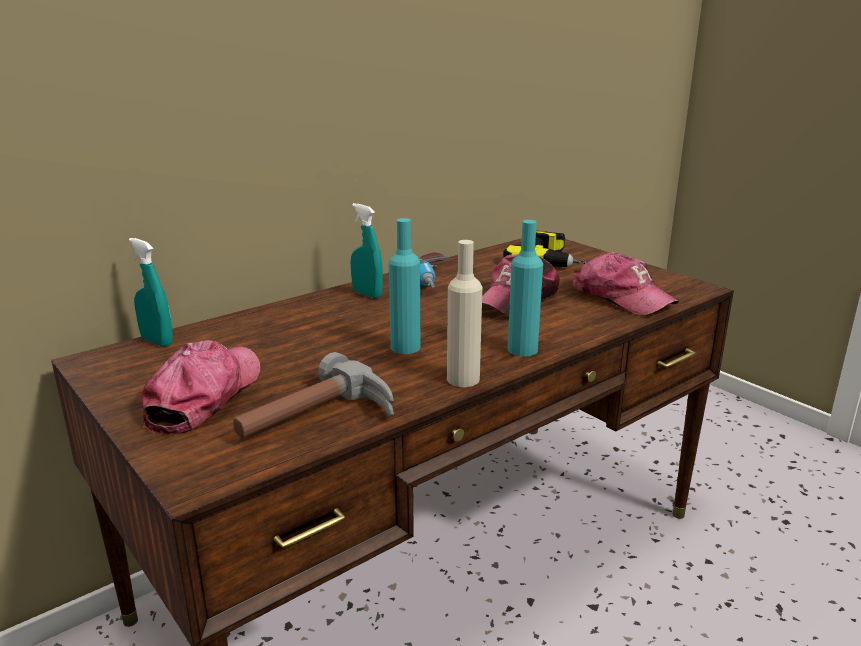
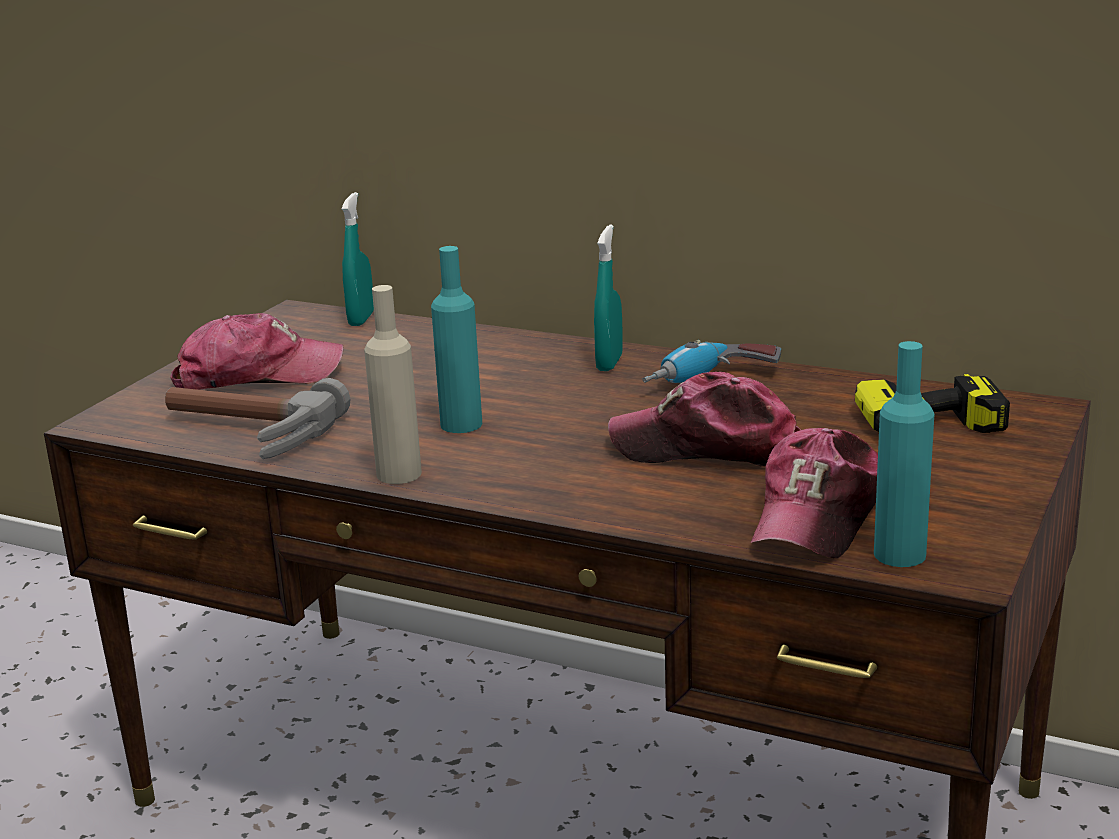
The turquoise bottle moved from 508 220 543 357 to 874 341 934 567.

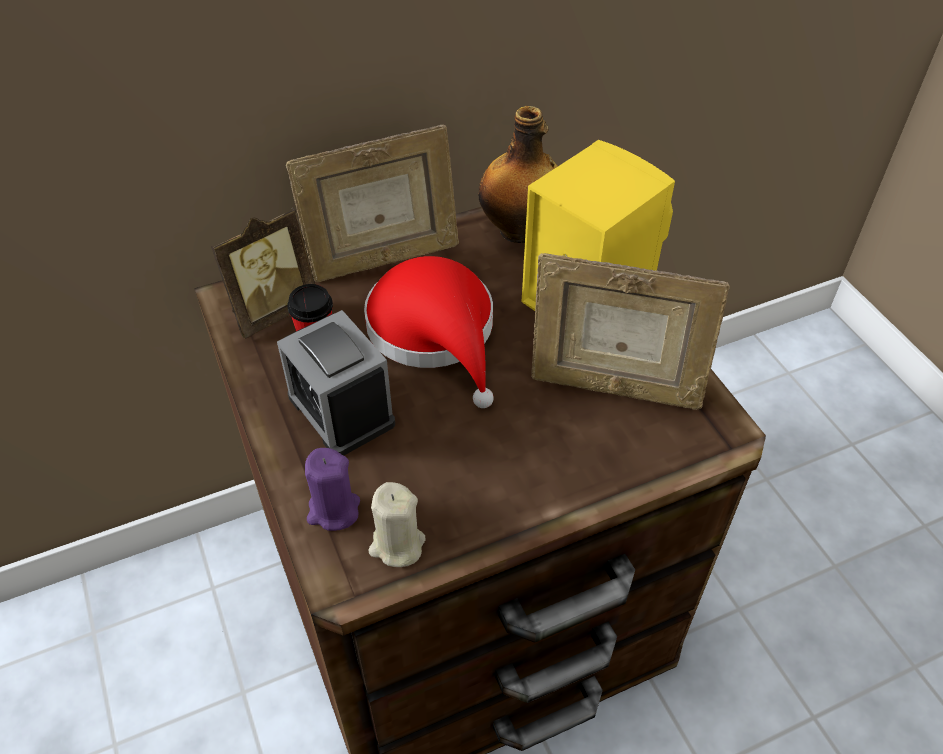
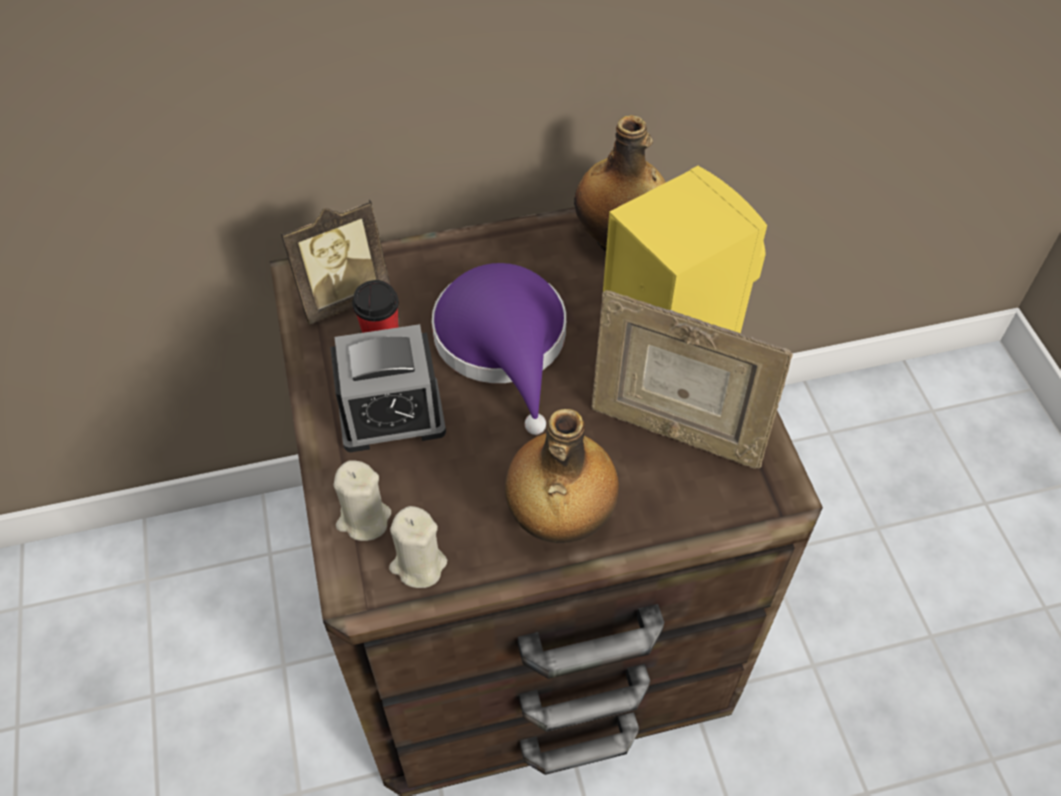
The alarm clock at 277 310 395 456 turned 75 degrees counterclockwise.
The purple candle at 305 448 360 531 became the beige candle at 334 460 391 541.
The red hat at 364 256 494 408 became the purple hat at 432 263 566 435.
The bottle at 505 409 619 544 appeared.
The picture frame at 286 125 459 282 disappeared.

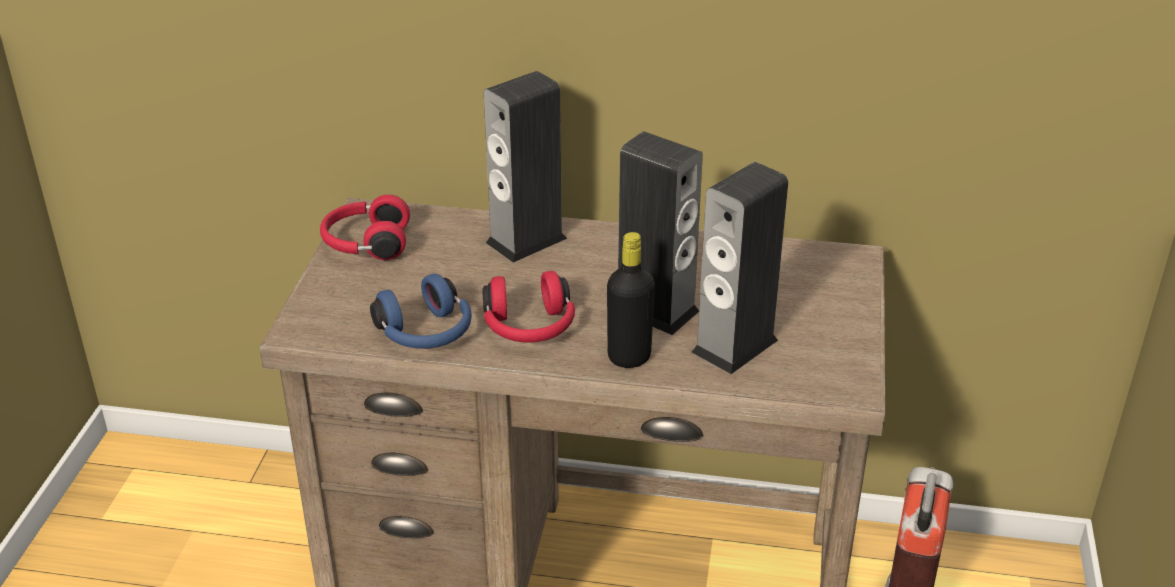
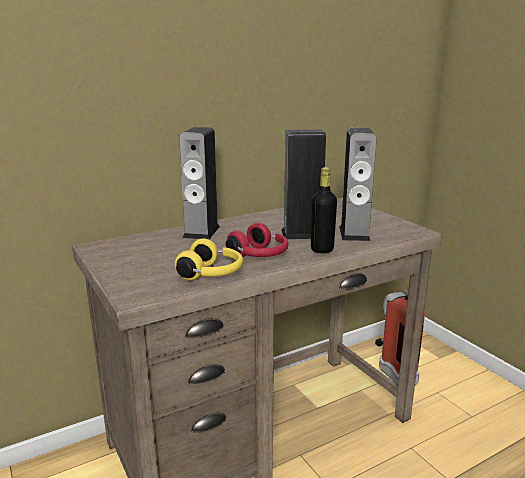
The blue headphones at 370 274 472 349 became the yellow headphones at 175 239 243 280.
The red headphones at 320 195 410 260 disappeared.

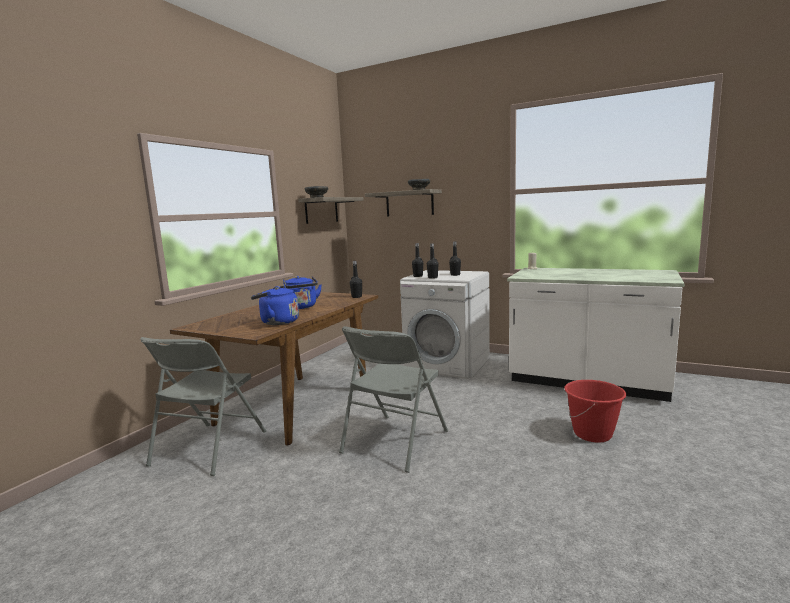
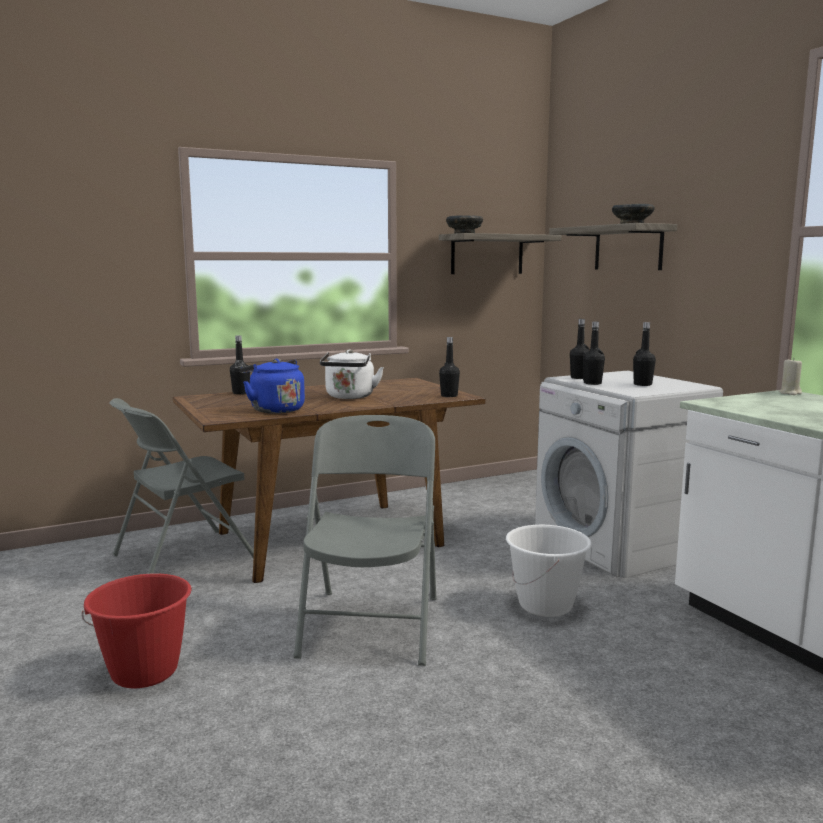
The red bucket moved from 564 380 626 443 to 82 573 192 688.
The black bottle at 230 335 250 394 appeared.
The grey chair at 339 326 448 473 turned 120 degrees clockwise.
The blue kettle at 283 276 322 309 became the white kettle at 320 349 384 399.
The white bucket at 506 525 592 617 appeared.

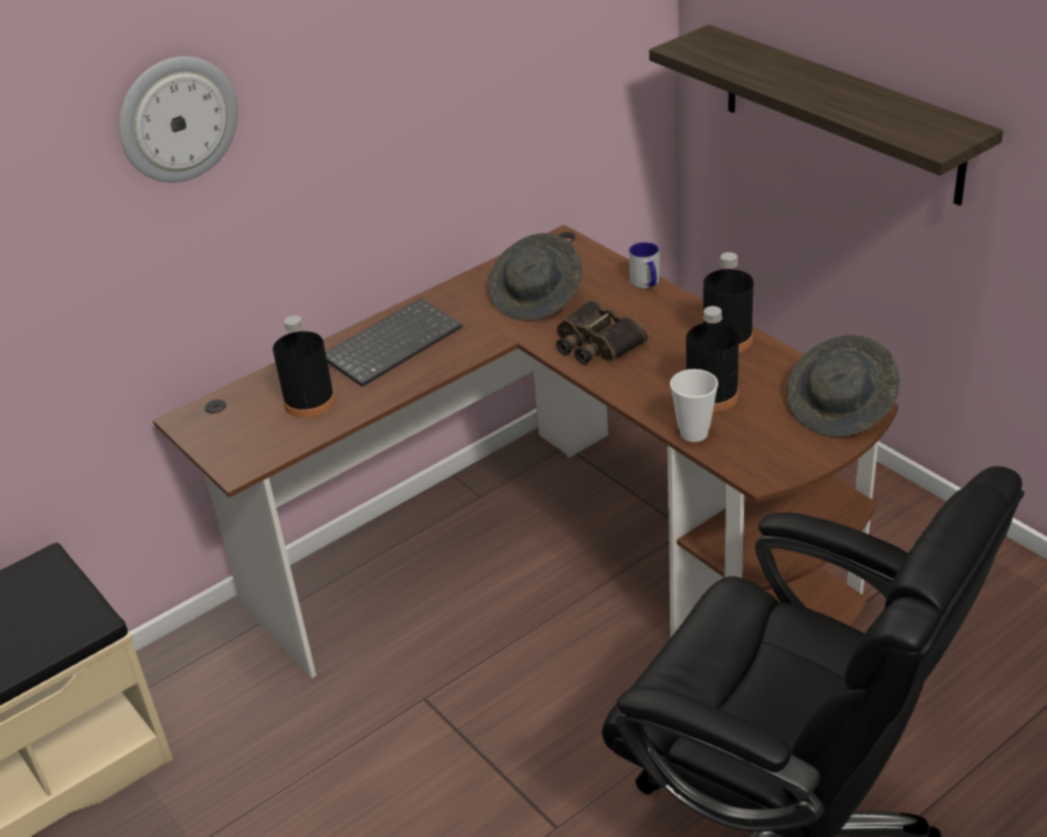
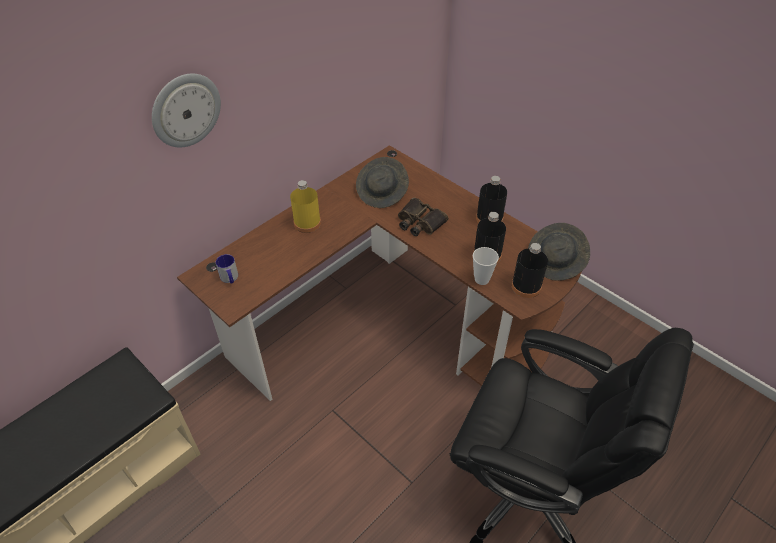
The mug moved from 629 242 659 288 to 216 254 238 283.
The keyboard at 325 298 462 387 was replaced by the yellow bottle at 290 180 321 233.
The black bottle moved from 273 315 336 418 to 511 243 548 298.
The shelf at 649 25 1003 206 disappeared.

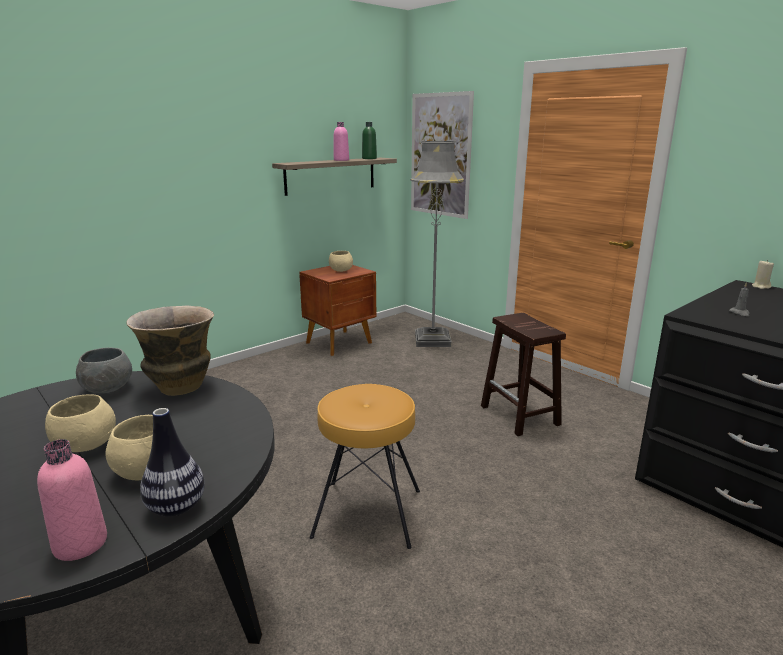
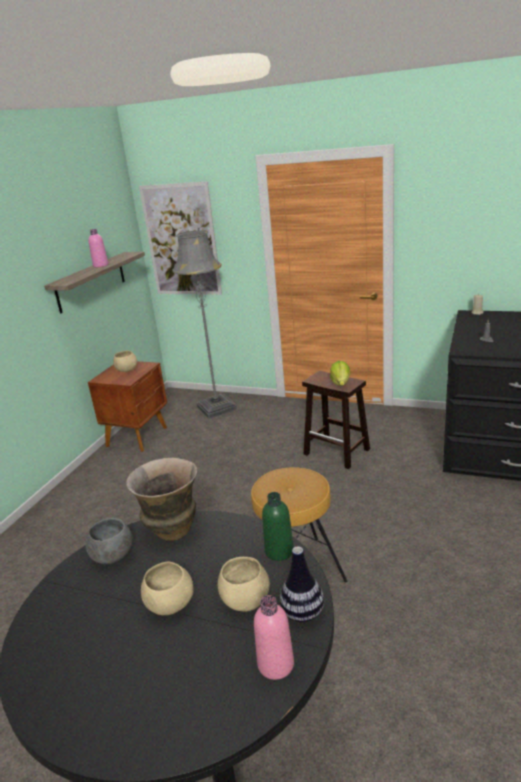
The green bottle moved from 362 122 377 159 to 262 492 294 561.
The lettuce at 330 361 350 386 appeared.

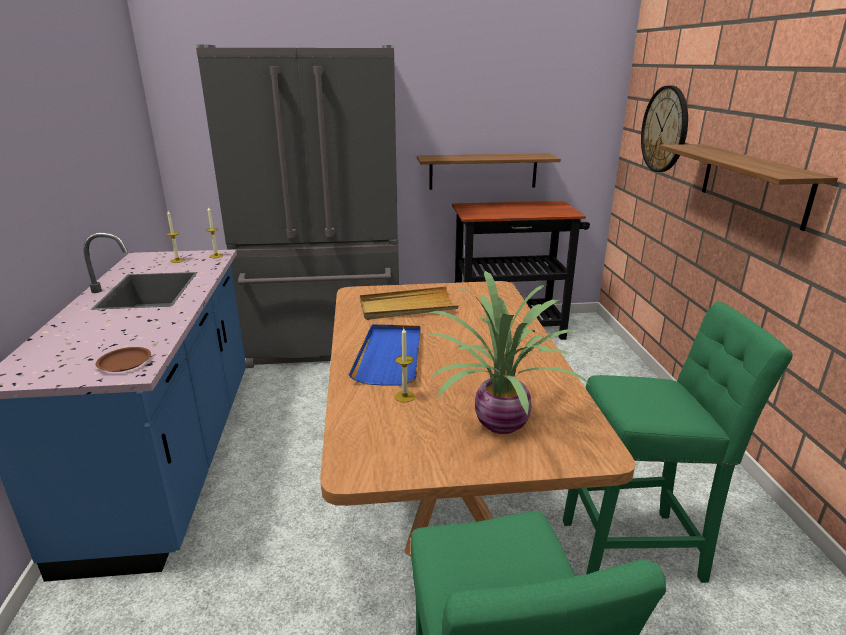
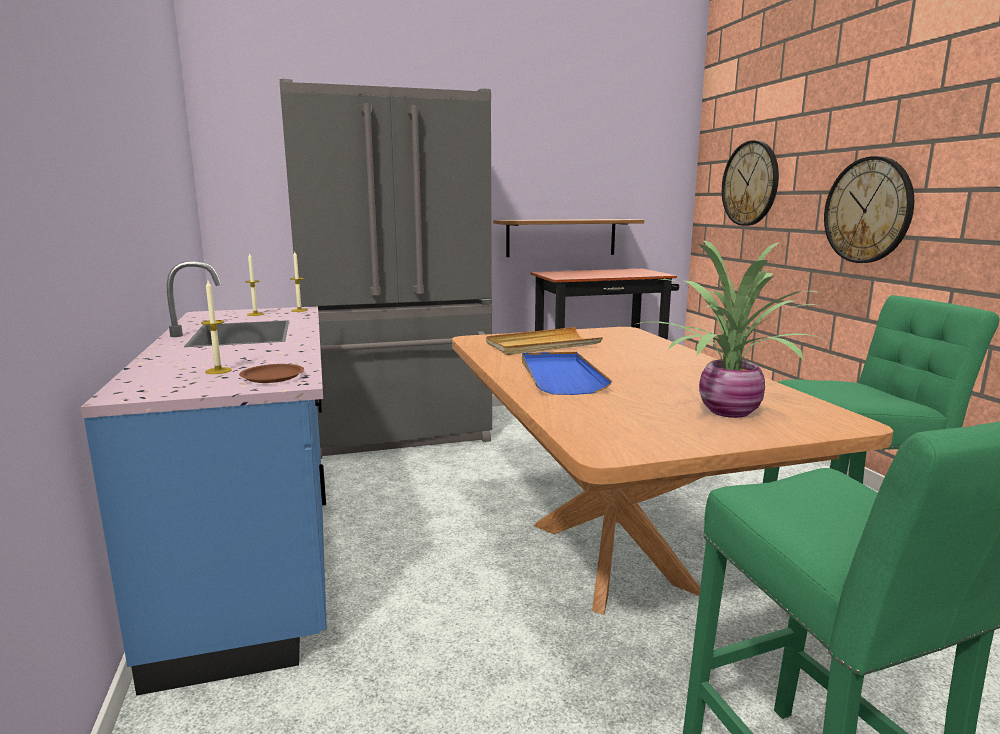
The candle moved from 395 328 415 402 to 201 280 232 374.
The shelf at 660 144 838 231 was replaced by the wall clock at 824 156 914 263.

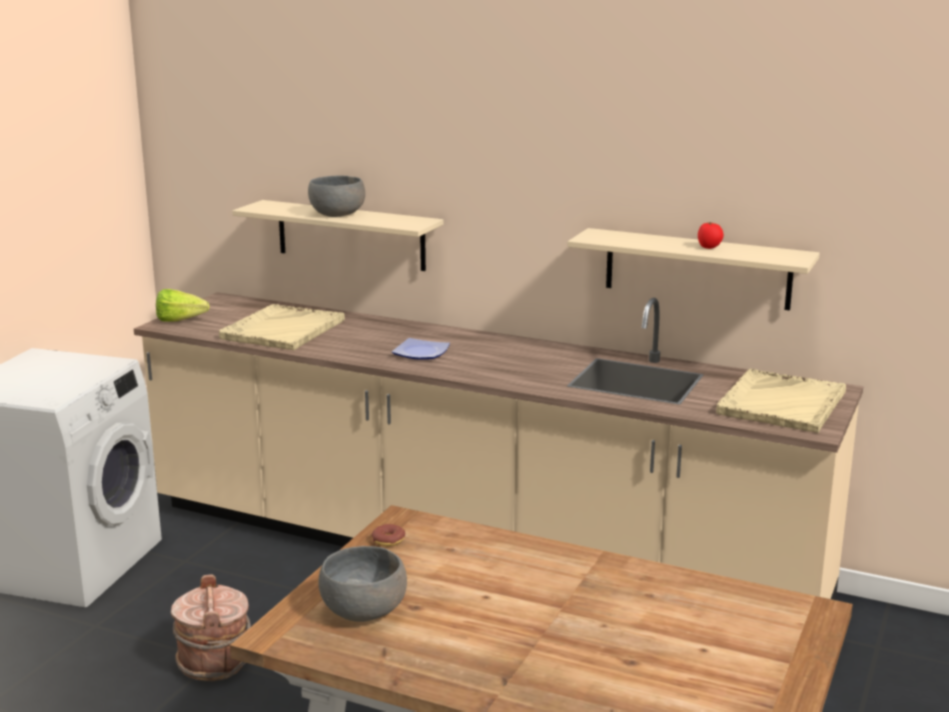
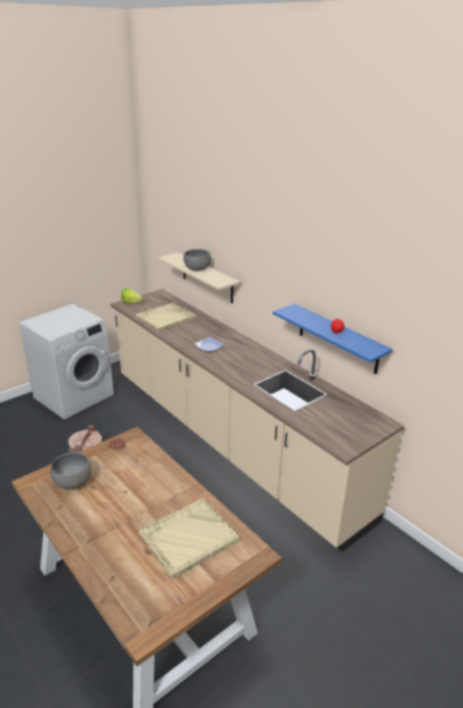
The beige tray moved from 716 369 846 433 to 139 499 240 579.
The beige shelf at 568 228 820 311 became the blue shelf at 273 304 393 374.

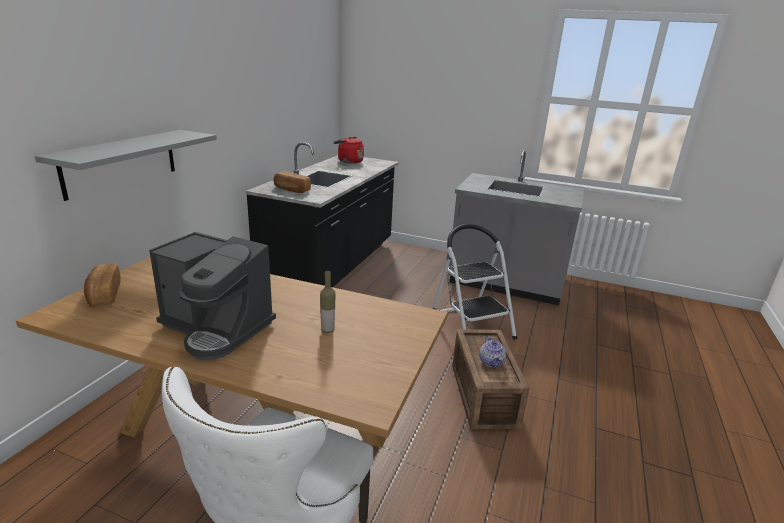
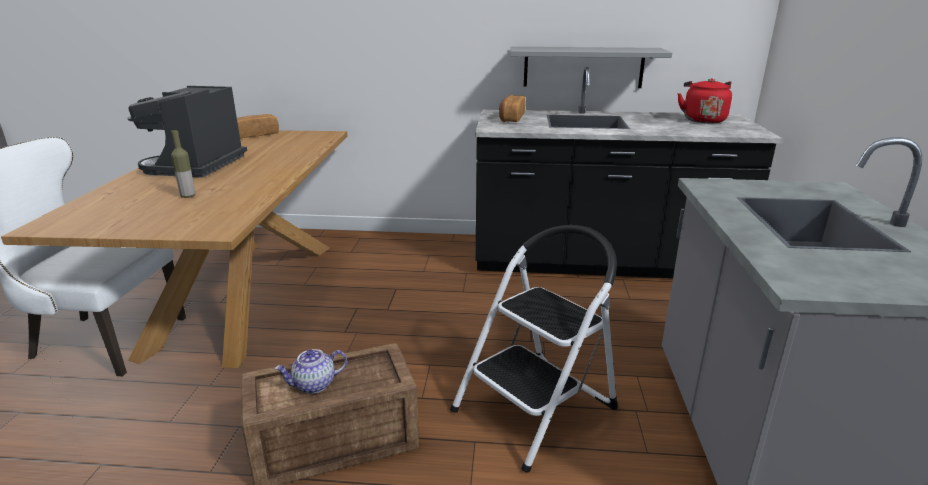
The grey shelf moved from 35 130 217 201 to 510 47 672 88.

